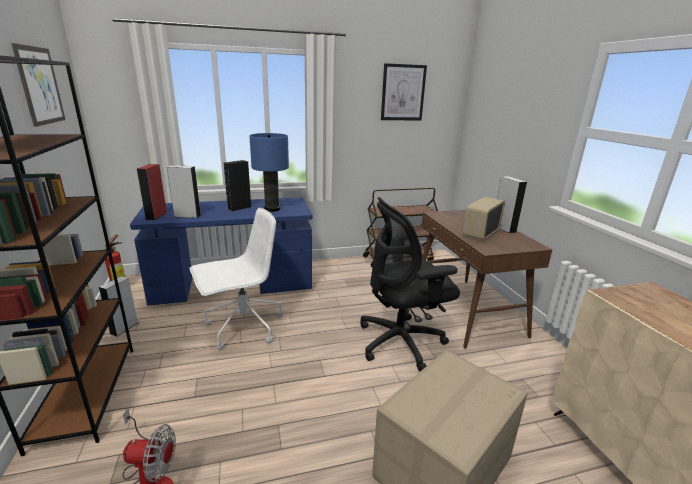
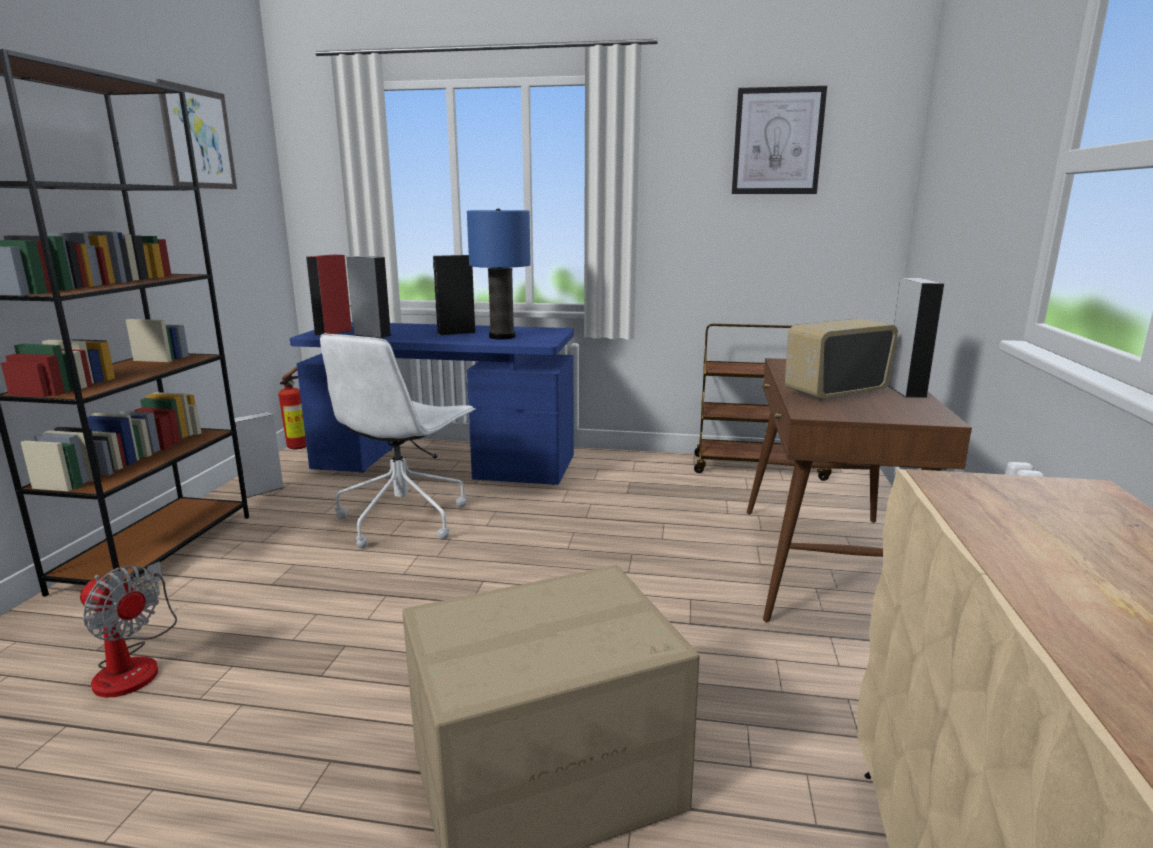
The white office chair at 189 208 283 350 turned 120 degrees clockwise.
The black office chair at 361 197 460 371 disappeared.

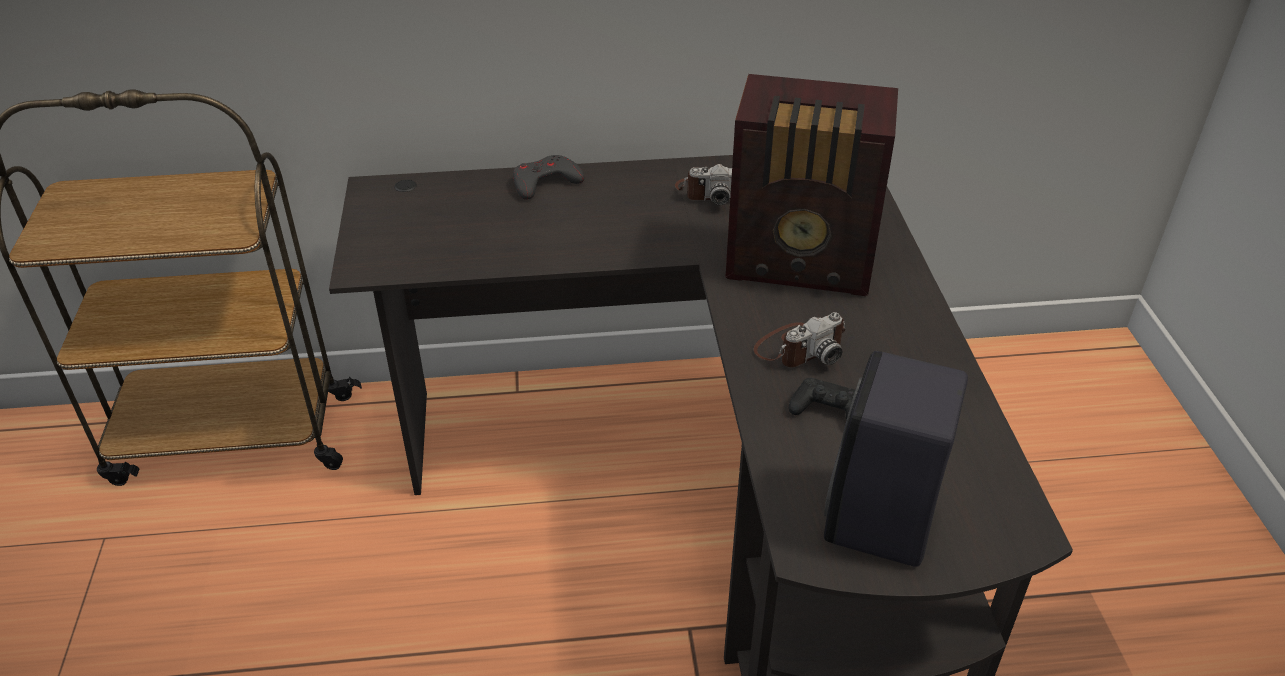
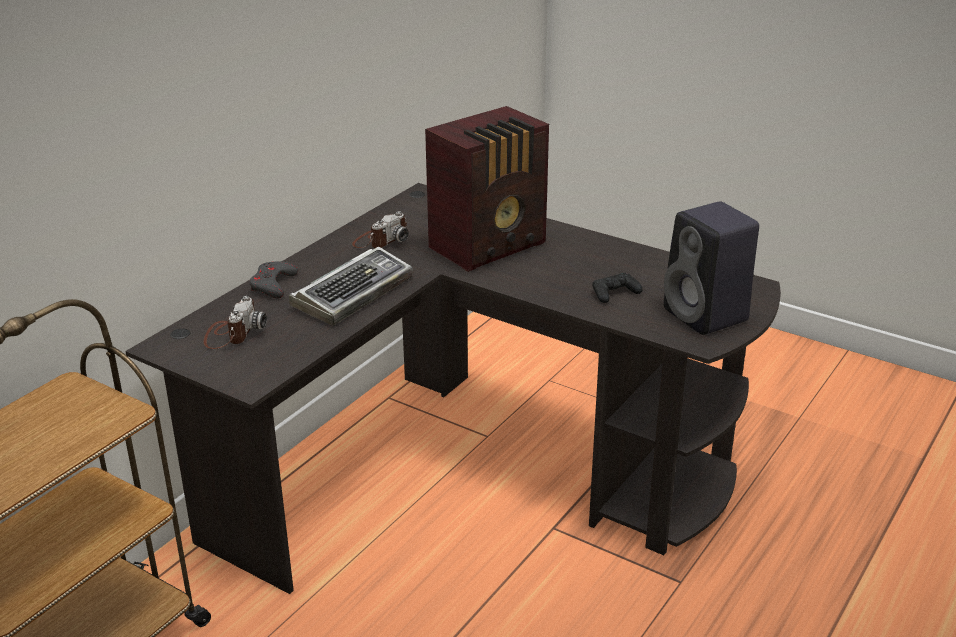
The photo camera moved from 754 312 846 367 to 204 296 267 349.
The keyboard at 289 247 413 326 appeared.

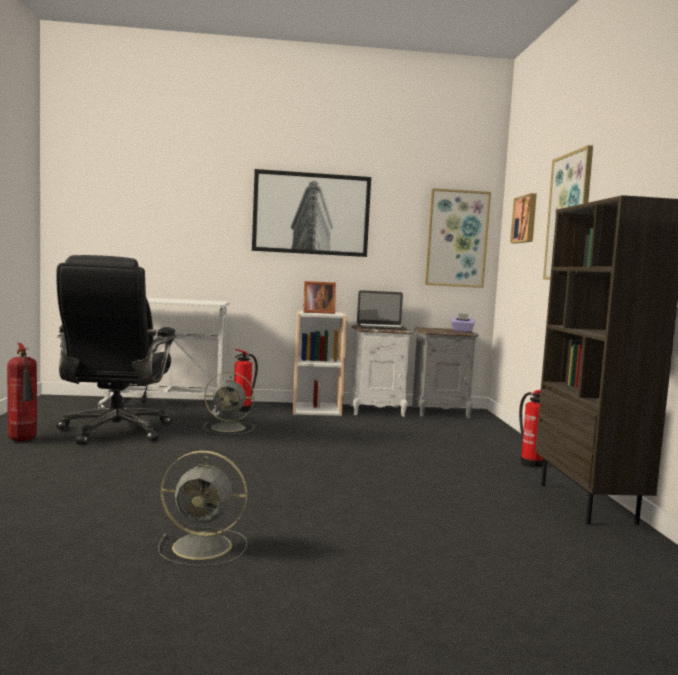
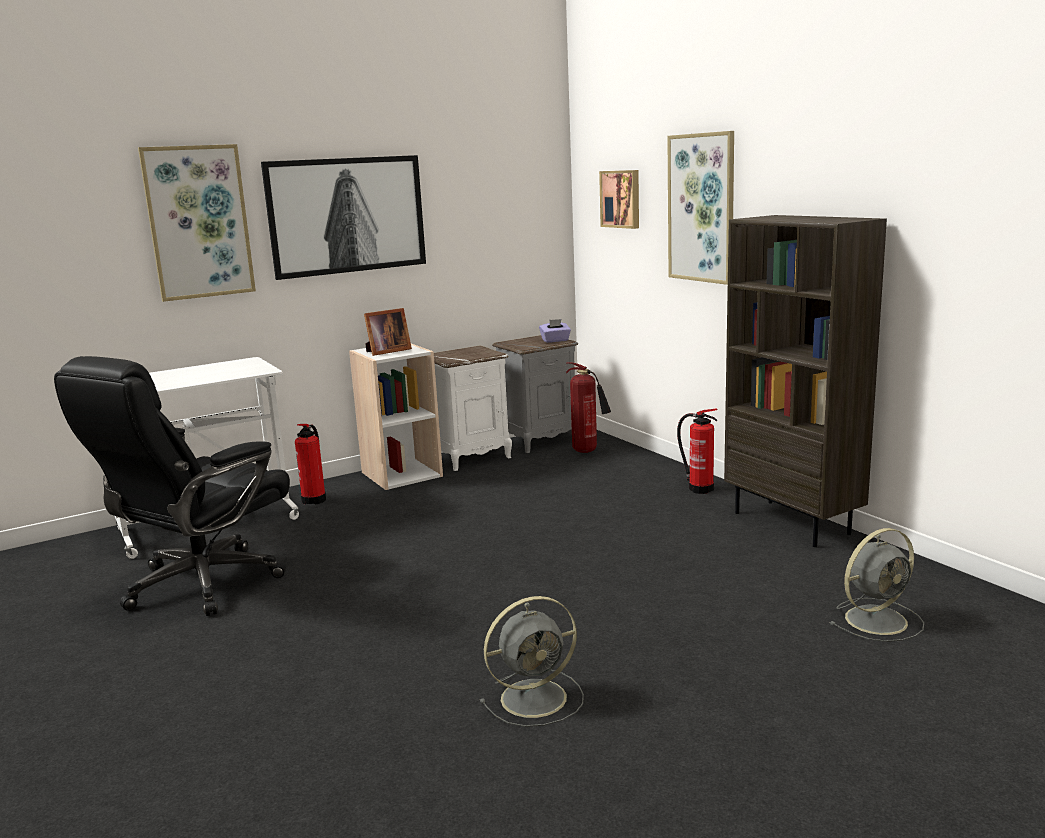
The black office chair at 56 255 176 445 turned 60 degrees clockwise.
The picture moved from 425 188 491 288 to 138 144 256 302.
The fire extinguisher moved from 7 343 37 441 to 566 362 611 453.
The grey fan moved from 203 372 254 434 to 829 528 924 642.
The laptop at 357 290 407 330 disappeared.

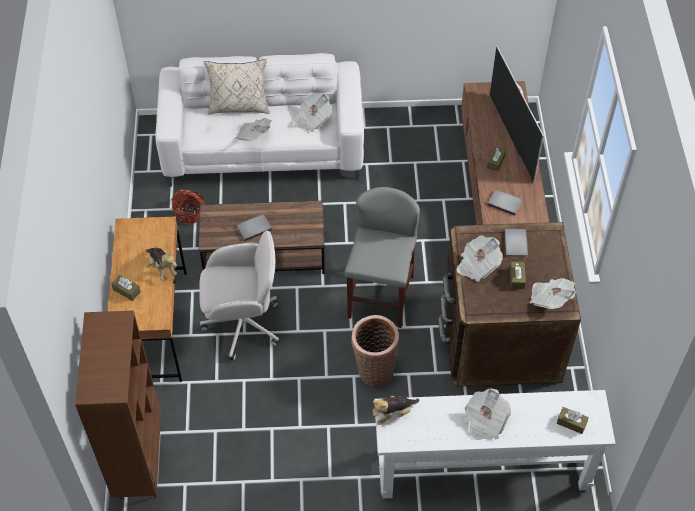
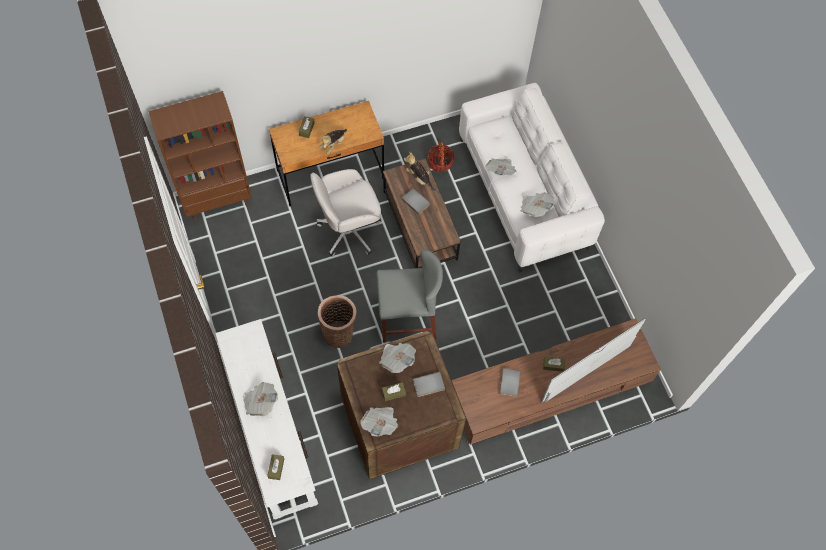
The white office chair at 199 230 280 361 turned 90 degrees clockwise.
The plush toy moved from 373 396 419 425 to 404 152 436 191.
The beige pillow at 204 59 270 114 disappeared.

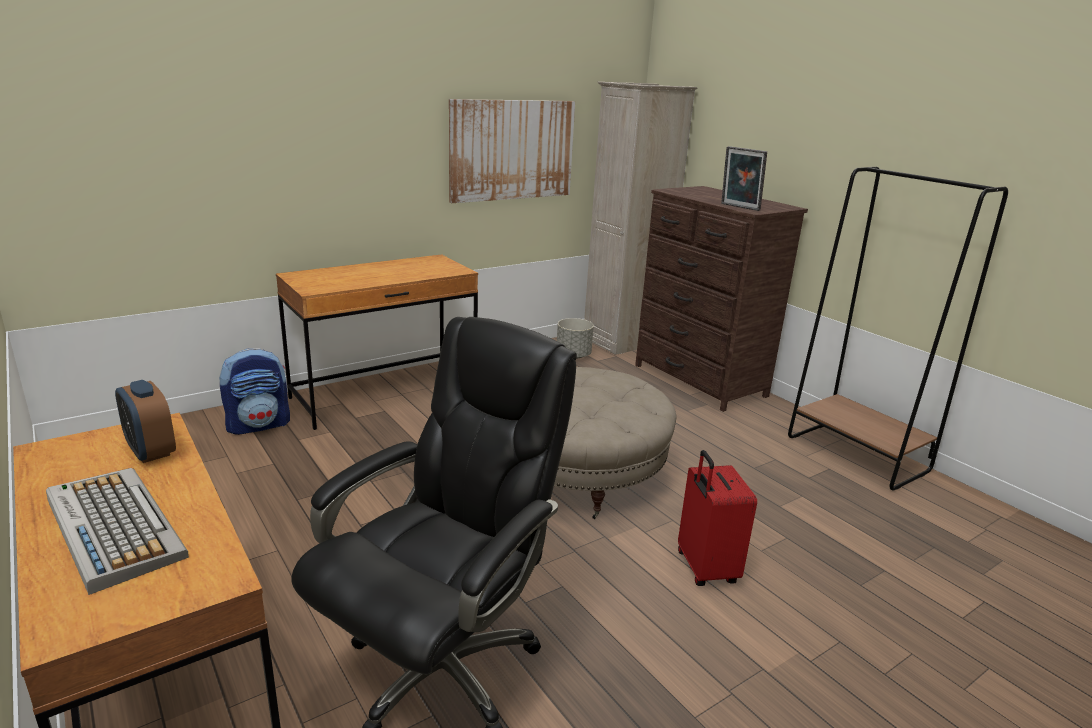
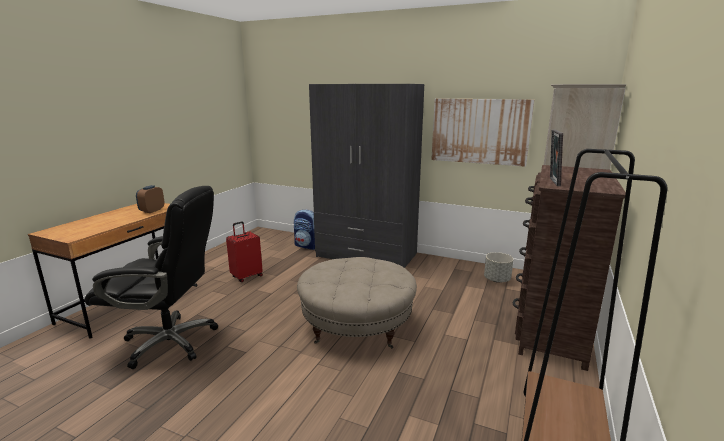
The red suitcase moved from 678 450 757 586 to 226 221 263 282.
The brown desk at 276 254 478 430 was replaced by the grey wardrobe at 309 84 424 268.
The keyboard at 46 468 189 595 disappeared.

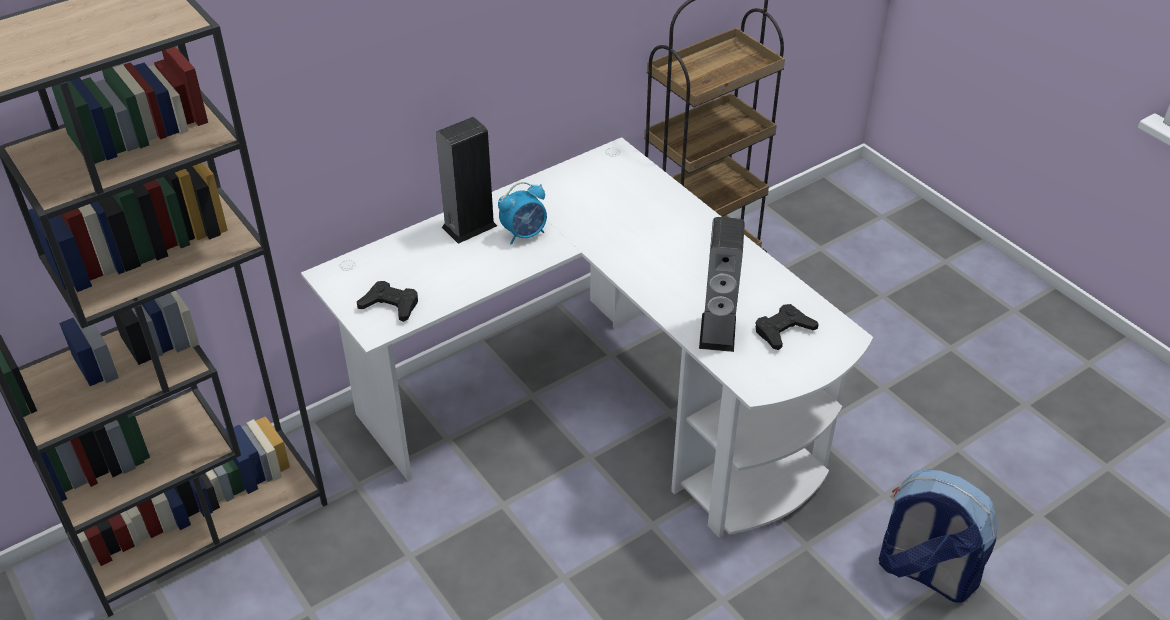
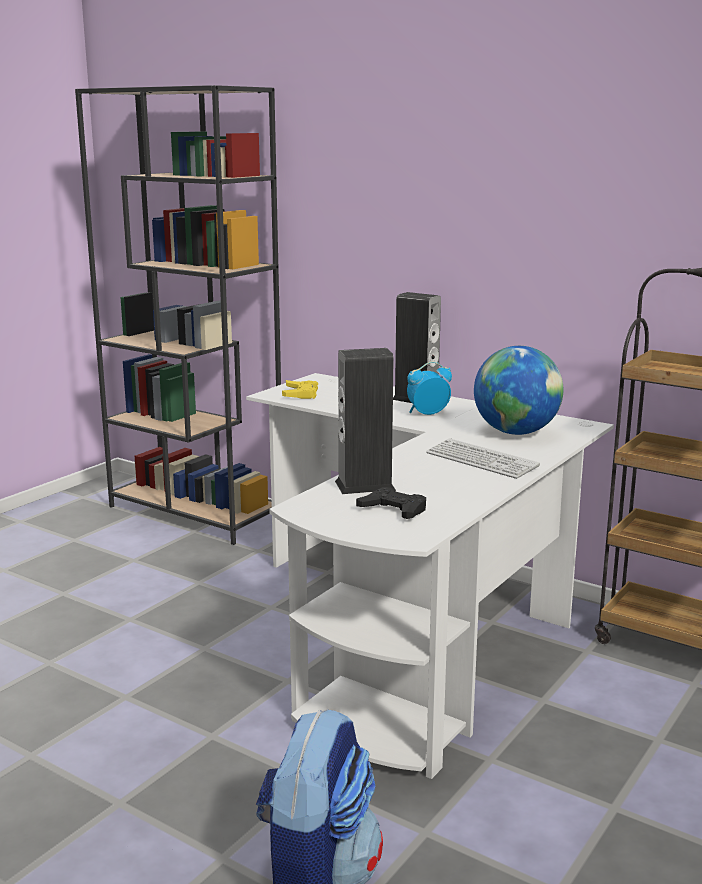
The black game controller at 357 281 418 322 became the yellow game controller at 282 380 318 399.
The alarm clock at 498 182 547 245 turned 120 degrees clockwise.
The keyboard at 426 439 540 479 appeared.
The globe at 474 346 563 435 appeared.

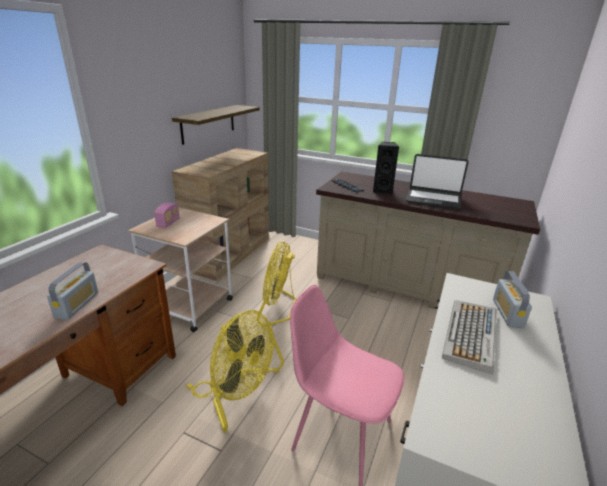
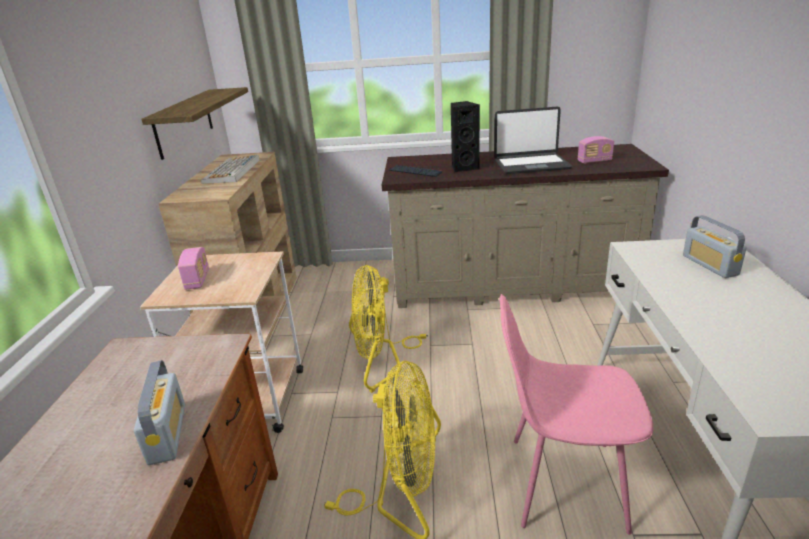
The keyboard moved from 442 300 497 374 to 201 155 260 184.
The radio at 578 136 614 163 appeared.

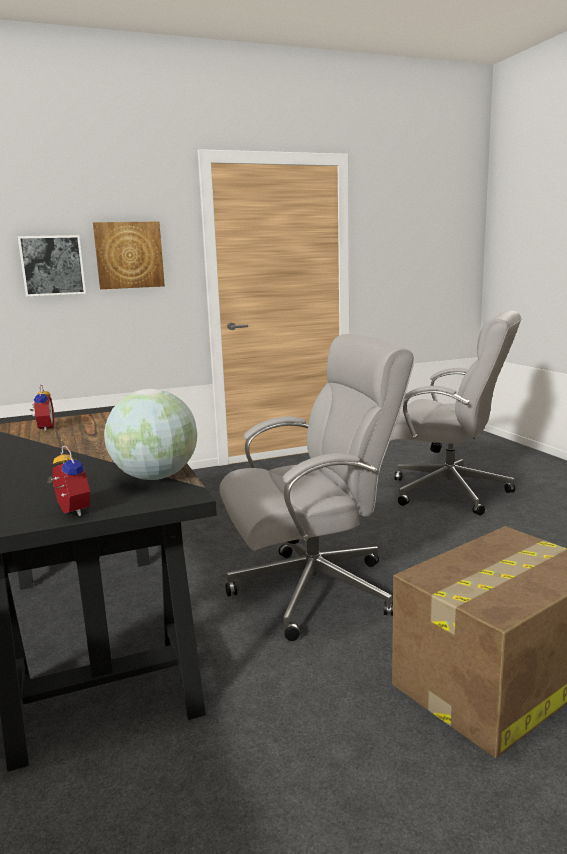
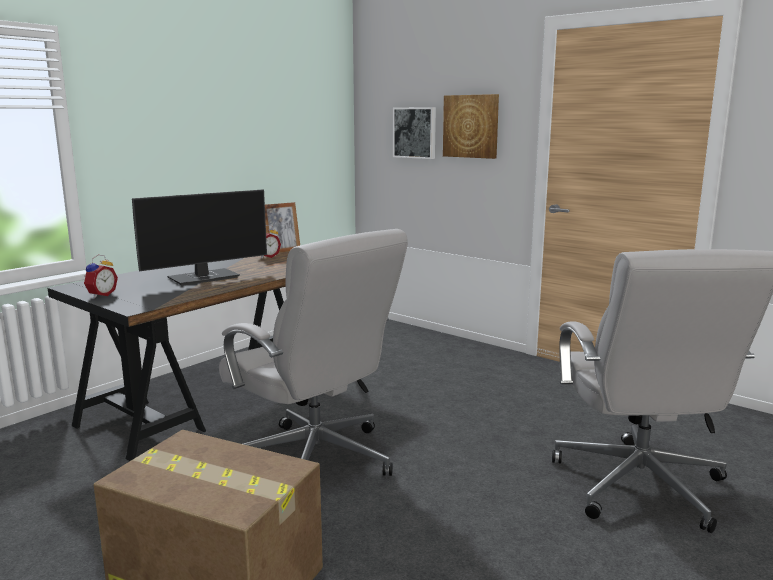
The monitor at 132 190 267 286 appeared.
The picture frame at 265 202 300 253 appeared.
The globe at 104 389 197 480 disappeared.

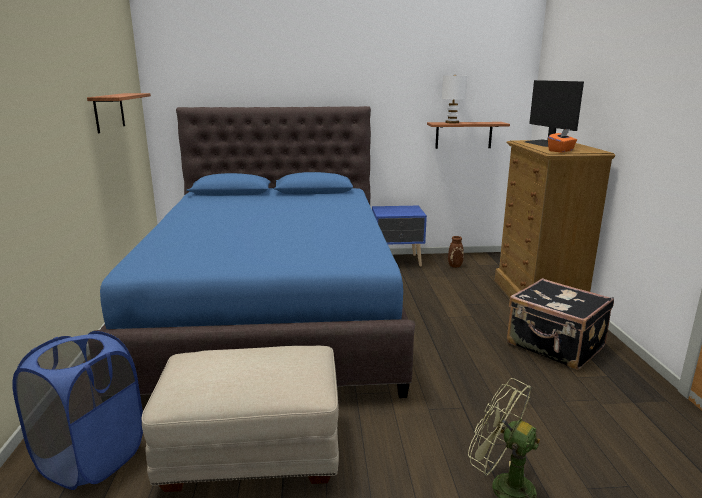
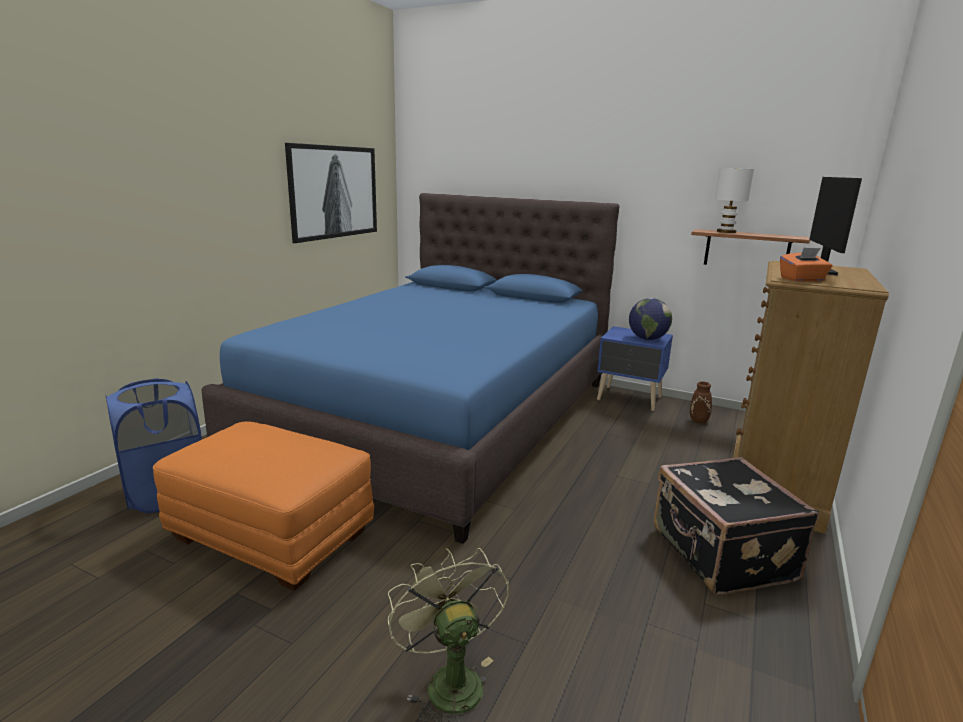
The beige ottoman at 141 346 339 492 became the orange ottoman at 153 421 374 591.
The shelf at 87 93 151 133 was replaced by the picture at 285 143 377 243.
The globe at 629 298 672 340 appeared.

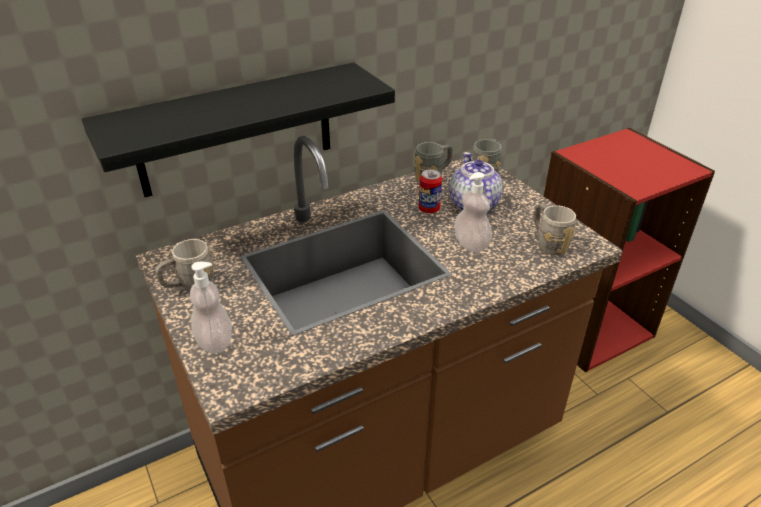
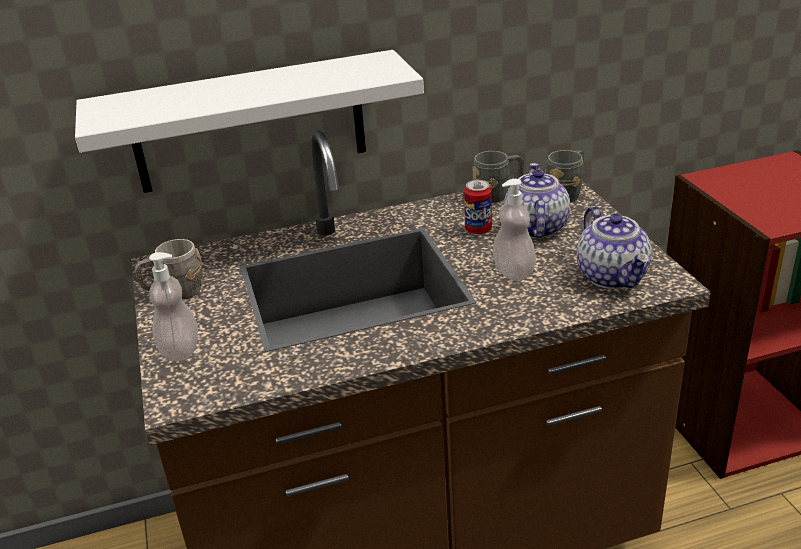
The black shelf at 82 62 395 197 became the white shelf at 75 50 424 193.
The grey mug at 534 203 576 255 was replaced by the teapot at 577 206 652 289.

